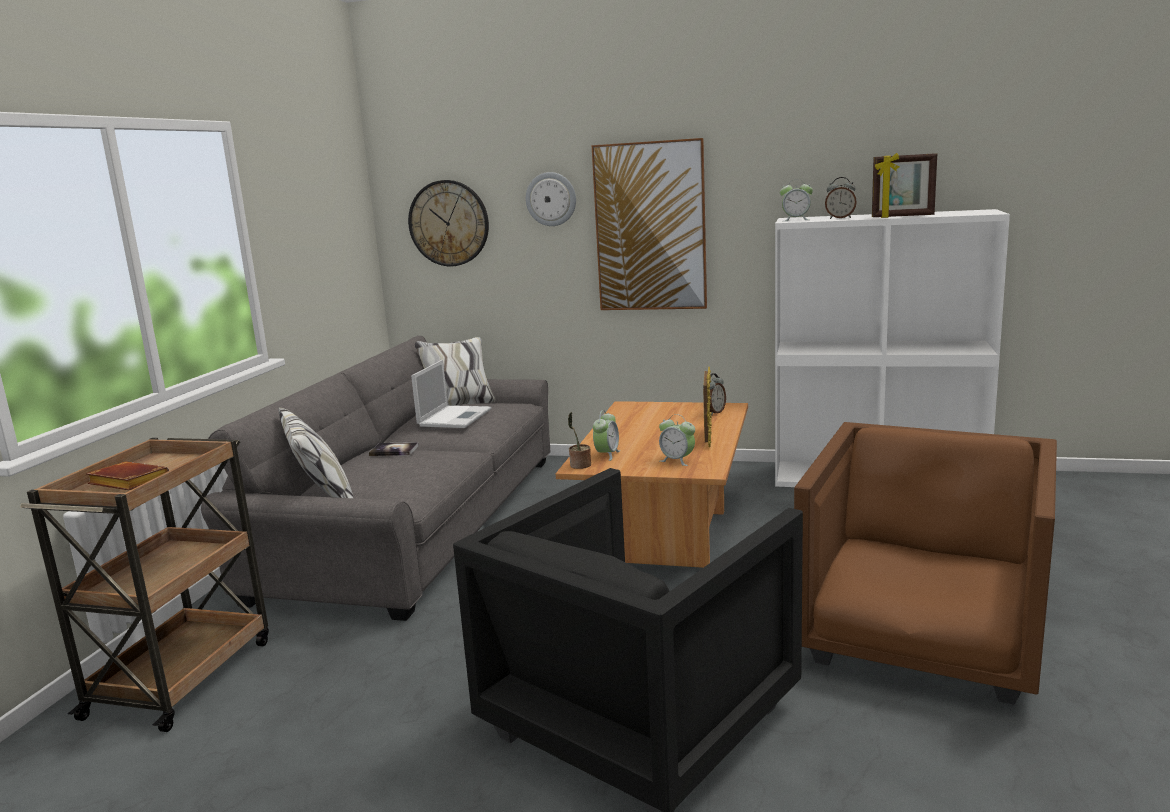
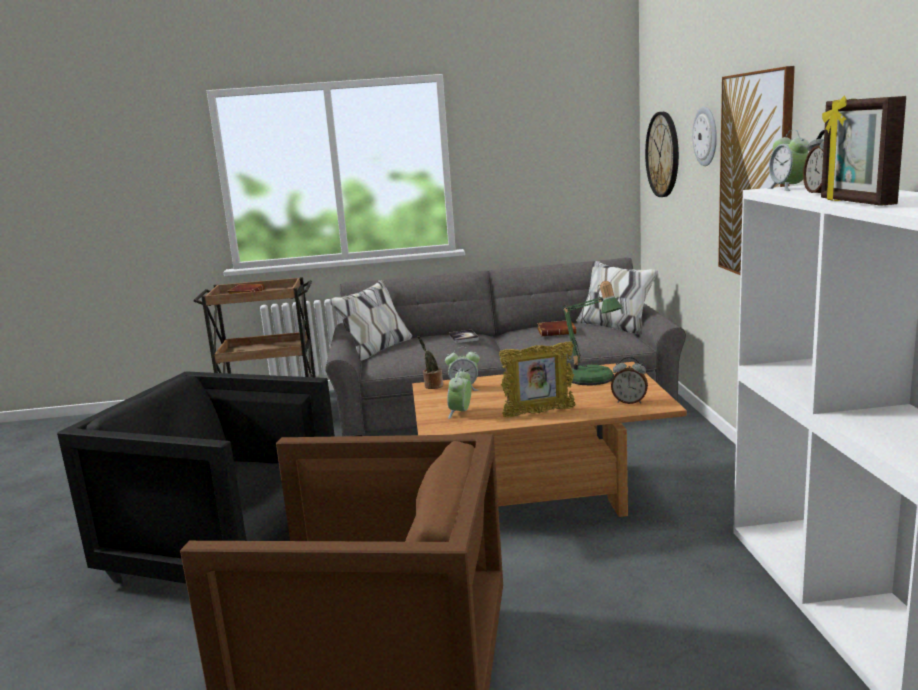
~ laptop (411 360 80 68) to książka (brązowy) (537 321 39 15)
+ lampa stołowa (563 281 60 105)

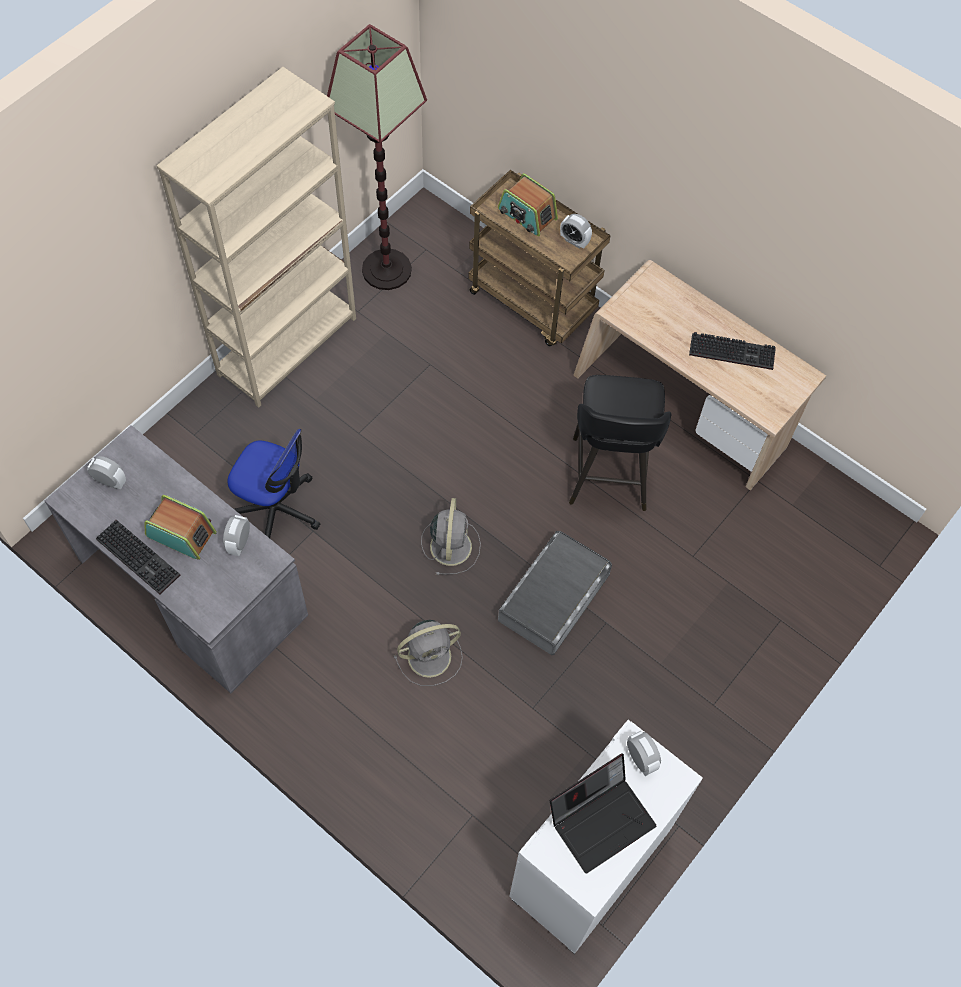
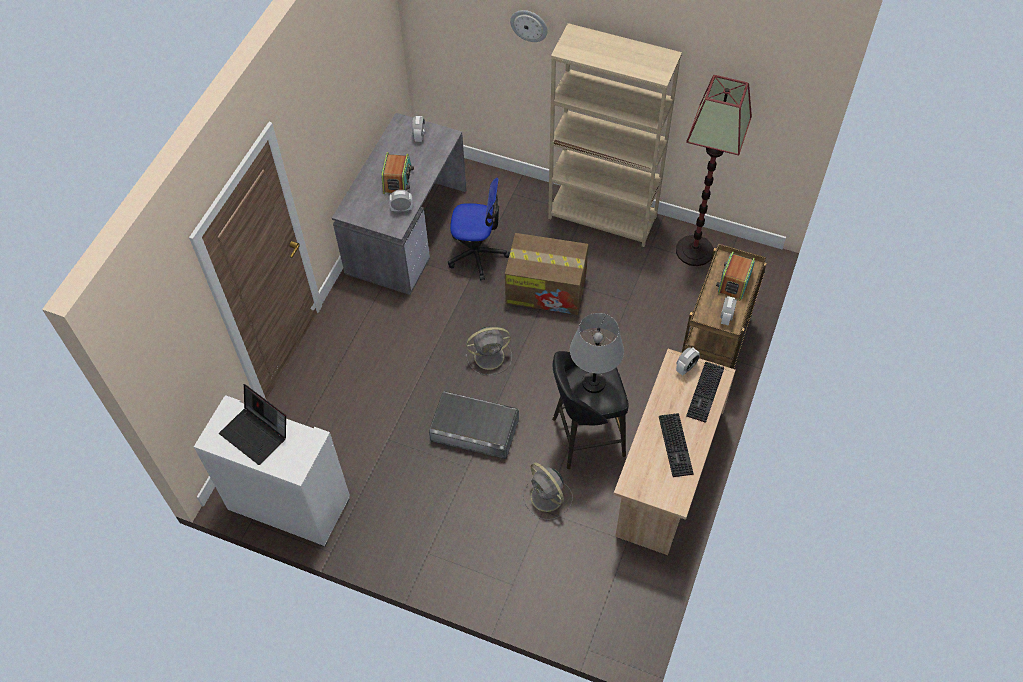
~ klawiatura (96 520 84 74) to (686 362 38 61)
~ krzesło biurowe (227 429 93 109) = (448 178 62 102) 90 degrees counterclockwise
~ wentylator (szary) (394 620 69 66) to (523 463 50 57)
~ budzik (627 731 34 45) to (676 347 24 29)
+ karton (505 233 83 82)
+ zegar ścienny (510 10 38 32)
+ lampa stołowa (szary) (570 313 54 80)

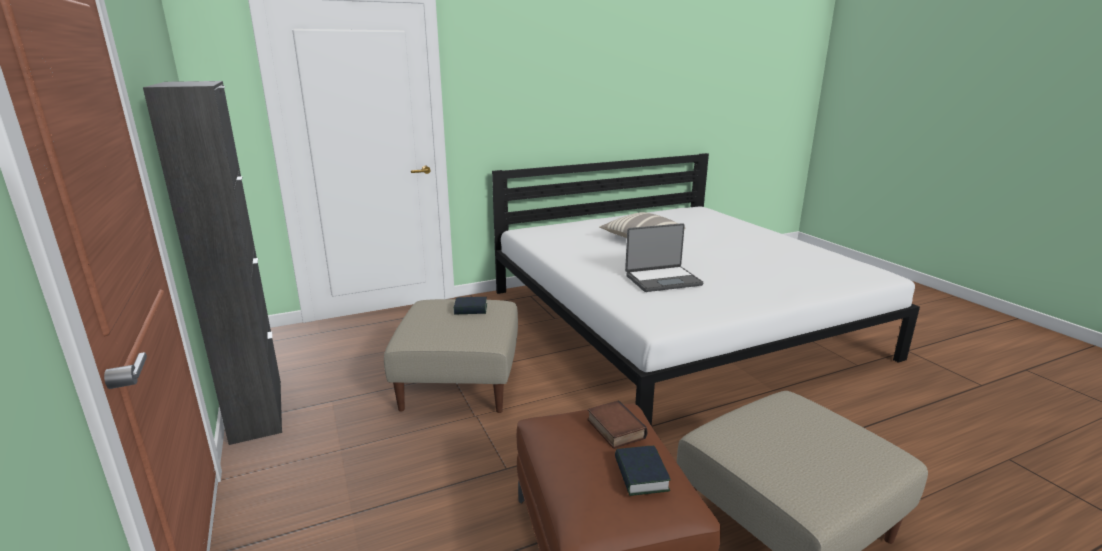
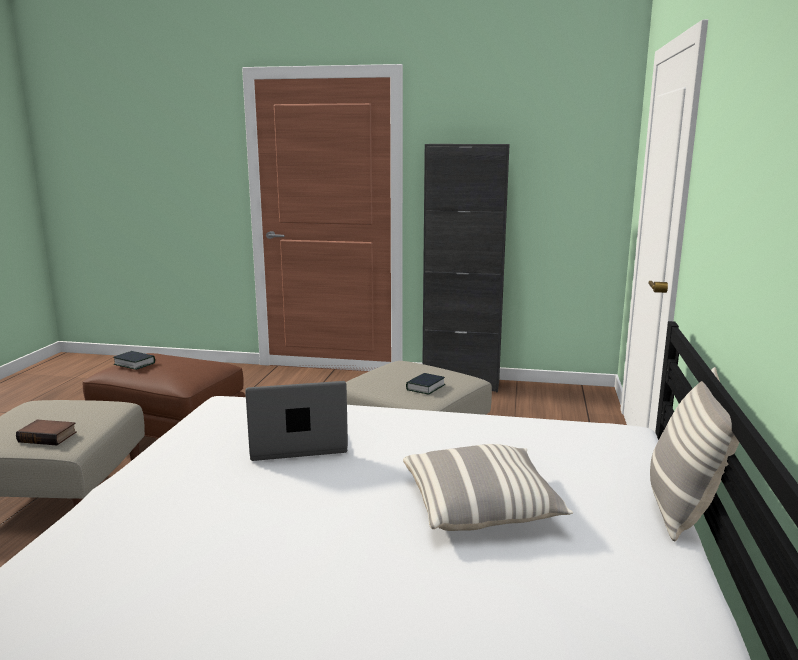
~ książka (587 400 61 49) to (16 420 61 25)
~ laptop (625 223 78 69) = (245 381 103 80) 60 degrees clockwise
+ poduszka (650 367 90 174)

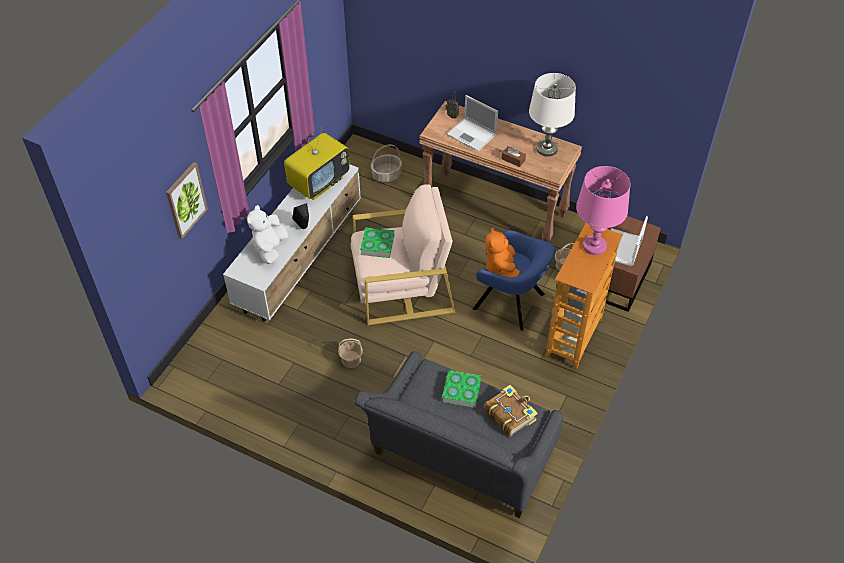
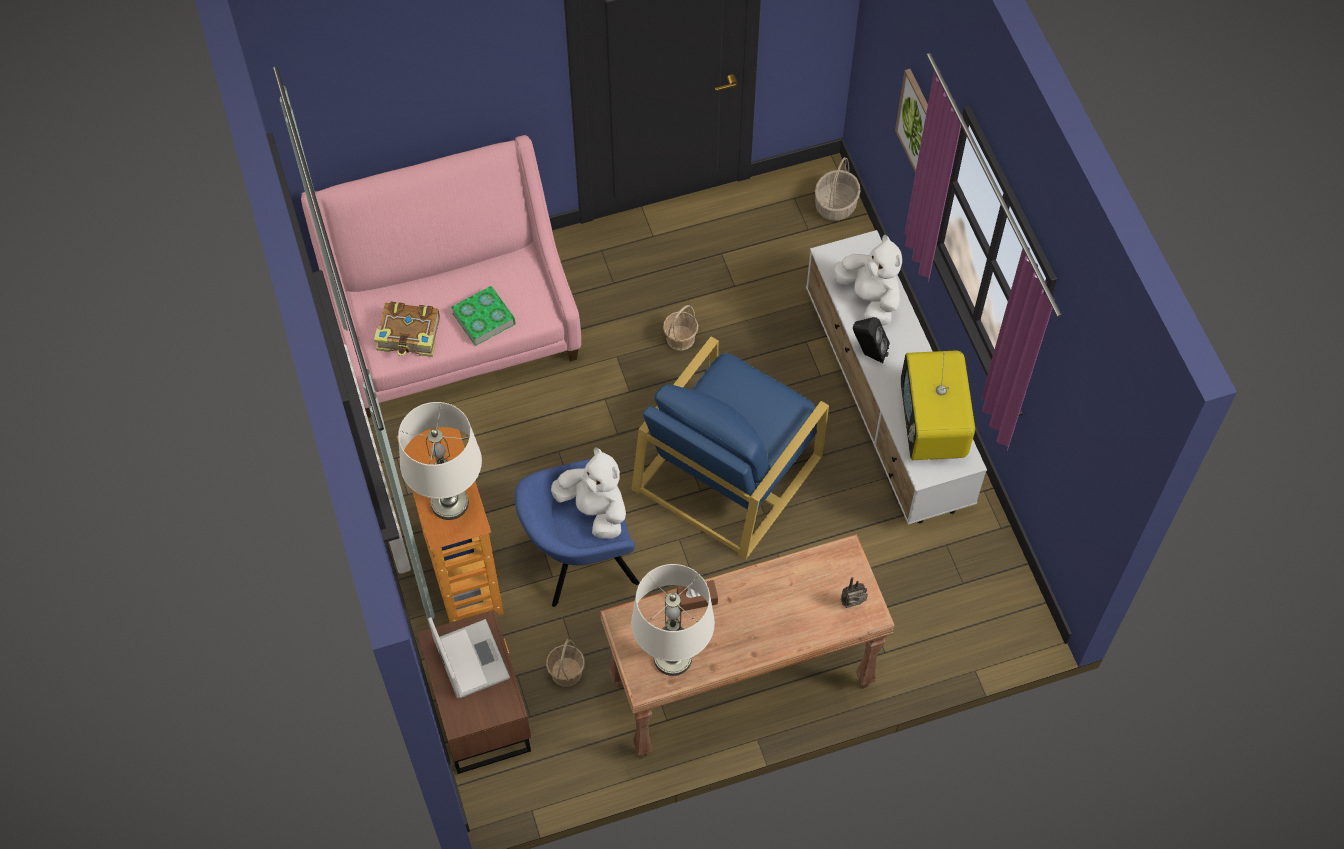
~ fotel (beżowy) (351 184 105 141) to fotel (niebieski) (631 336 198 224)
~ kanapa (szary) (355 351 208 167) to kanapa (różowy) (301 135 280 283)
- książka (360 227 34 31)
~ koszyk (371 144 31 39) to (815 157 46 64)
- laptop (447 95 51 56)
~ pluszak (pomarańczowy) (485 227 35 50) to pluszak (biały) (551 447 75 92)
~ lampa stołowa (różowy) (576 166 55 89) to lampa stołowa (biały) (398 402 84 118)

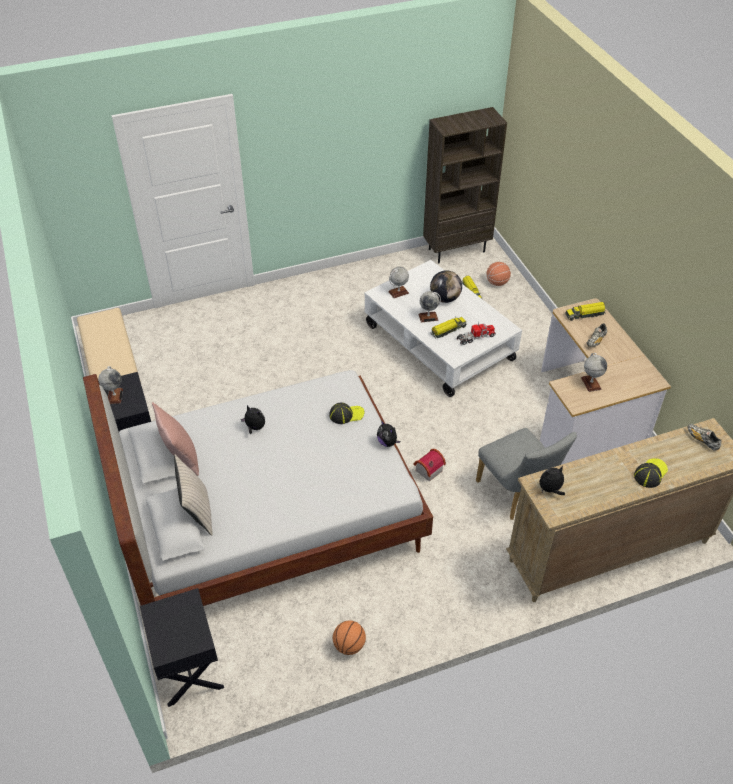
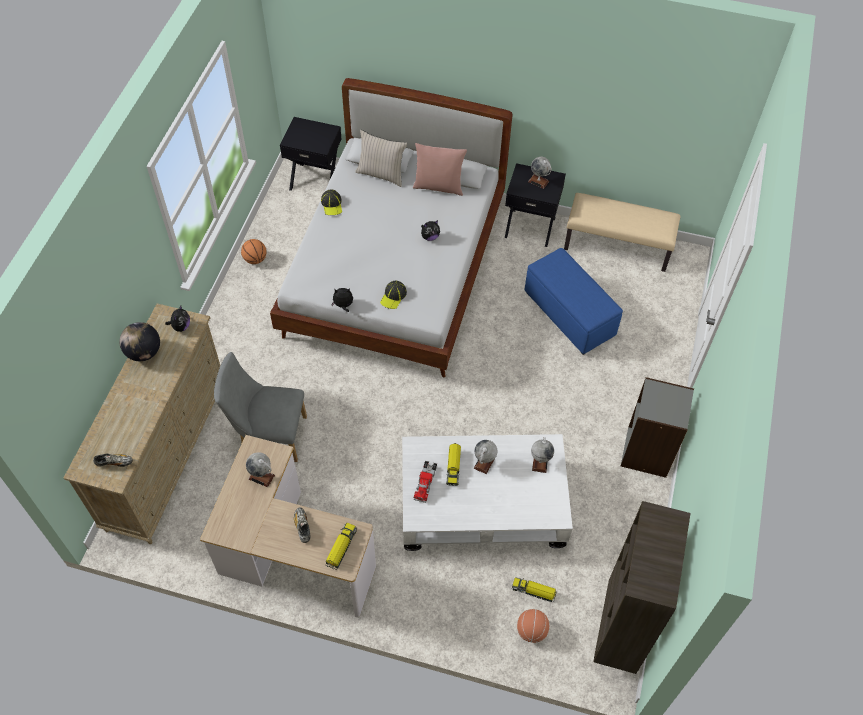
- domek (413 449 33 32)
~ globus (430 270 32 33) to (119 322 41 39)
~ czapka z daszkiem (634 458 34 30) to (321 189 21 26)
+ pufa (niebieski) (525 248 98 107)
+ regał (szary) (621 377 73 101)

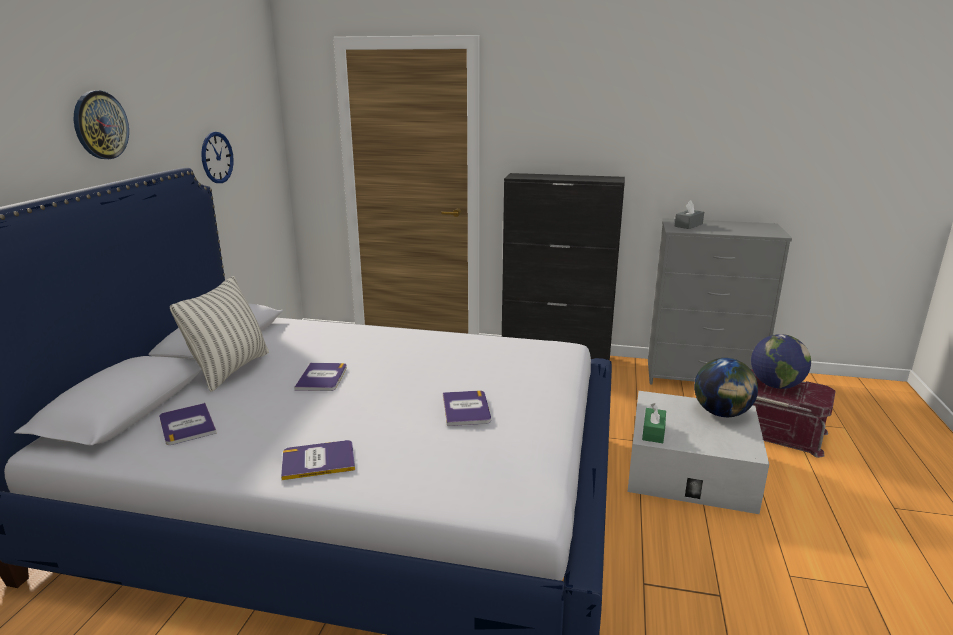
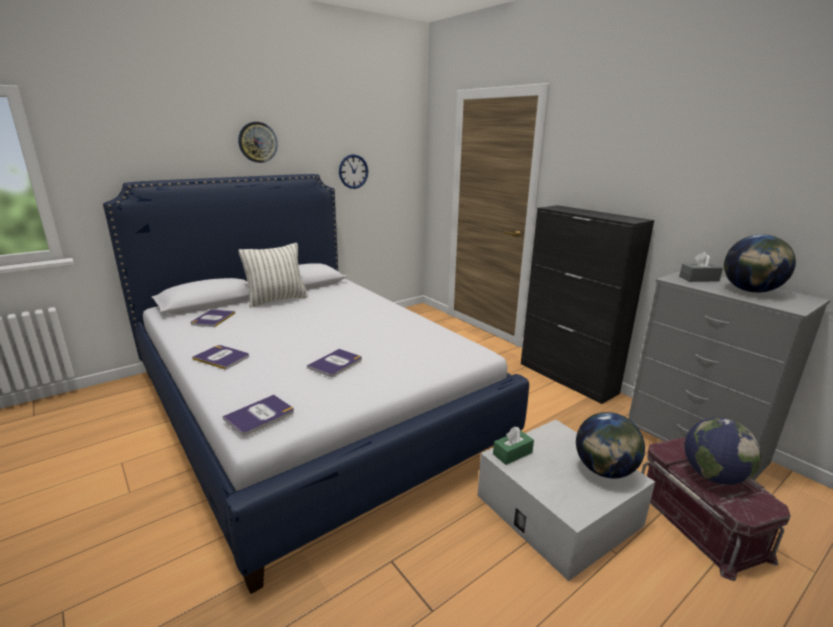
~ książka (294 363 53 28) to (222 395 72 41)
+ globus (724 234 72 59)

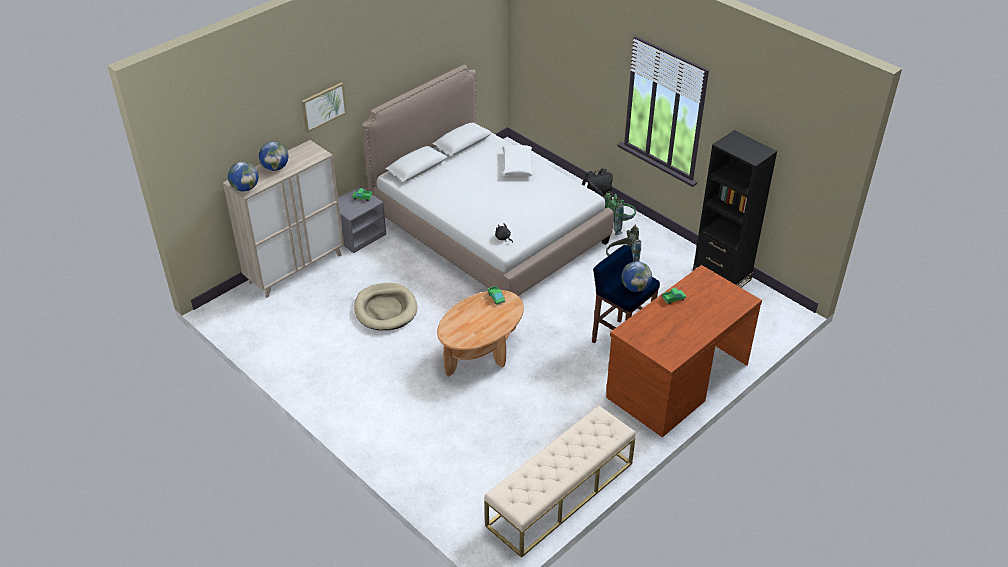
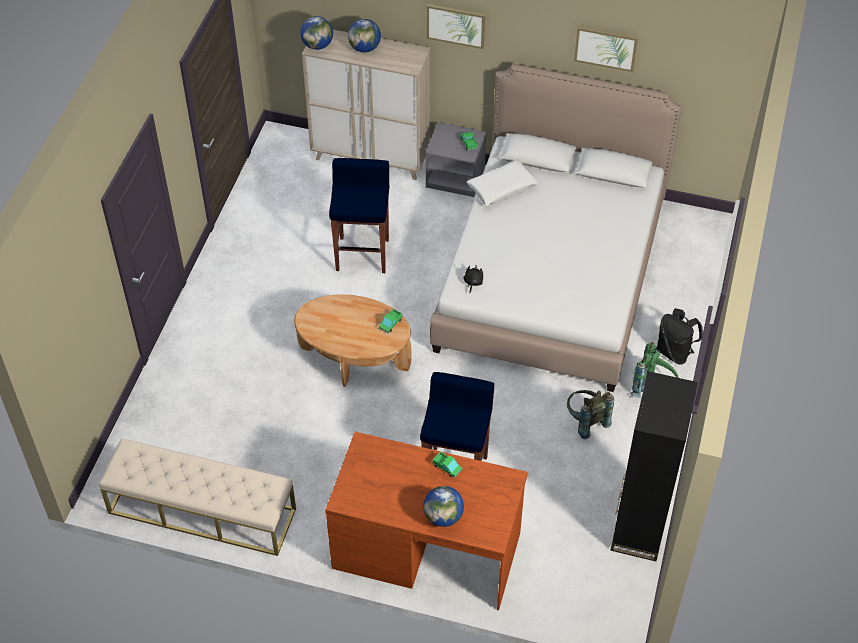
~ legowisko (beżowy) (354 283 64 47) to stołek (niebieski) (329 158 60 115)
~ poduszka (biały) (502 145 31 32) to (467 159 71 48)
~ globus (621 261 31 31) to (423 486 41 41)
+ obraz (574 26 64 46)

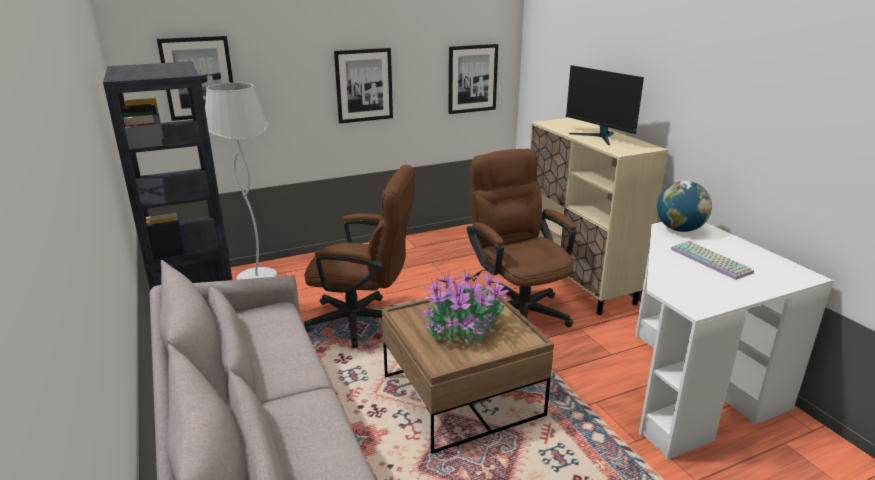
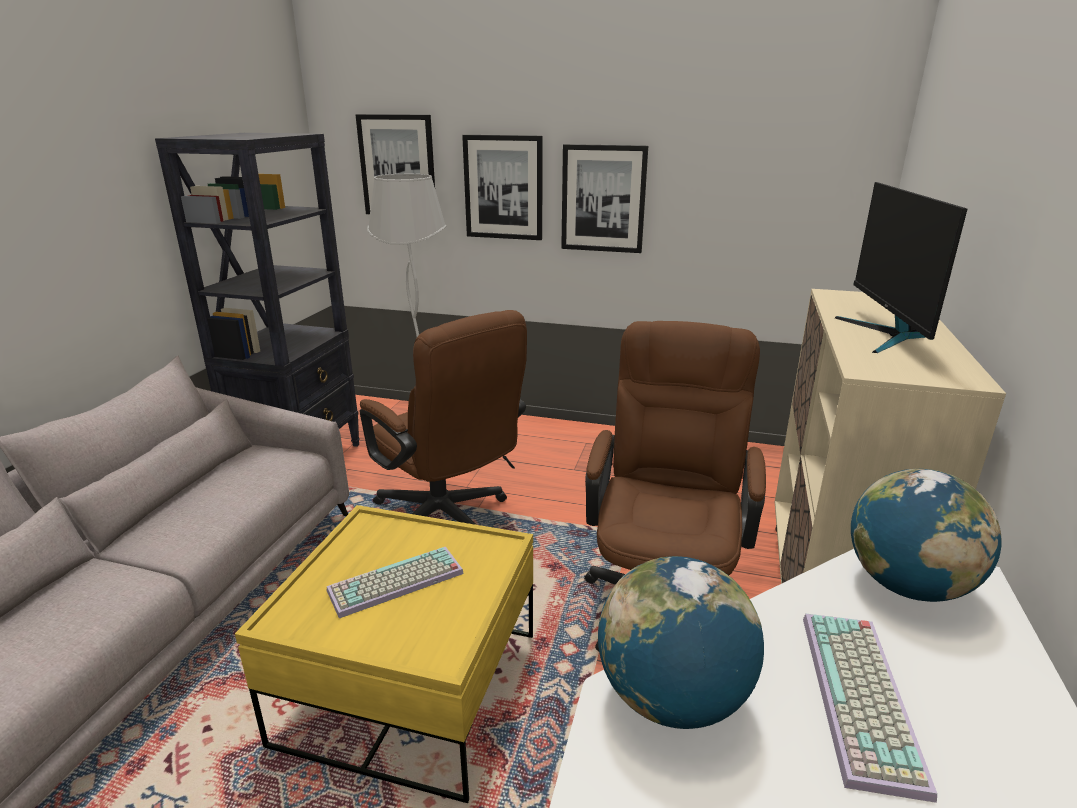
~ ława (brązowy) (382 285 172 169) to ława (żółty) (235 505 298 298)
~ roślina doniczkowa (421 270 88 75) to klawiatura (327 547 137 71)
~ obraz (448 44 50 70) to (462 135 81 105)
+ globus (598 556 166 173)

